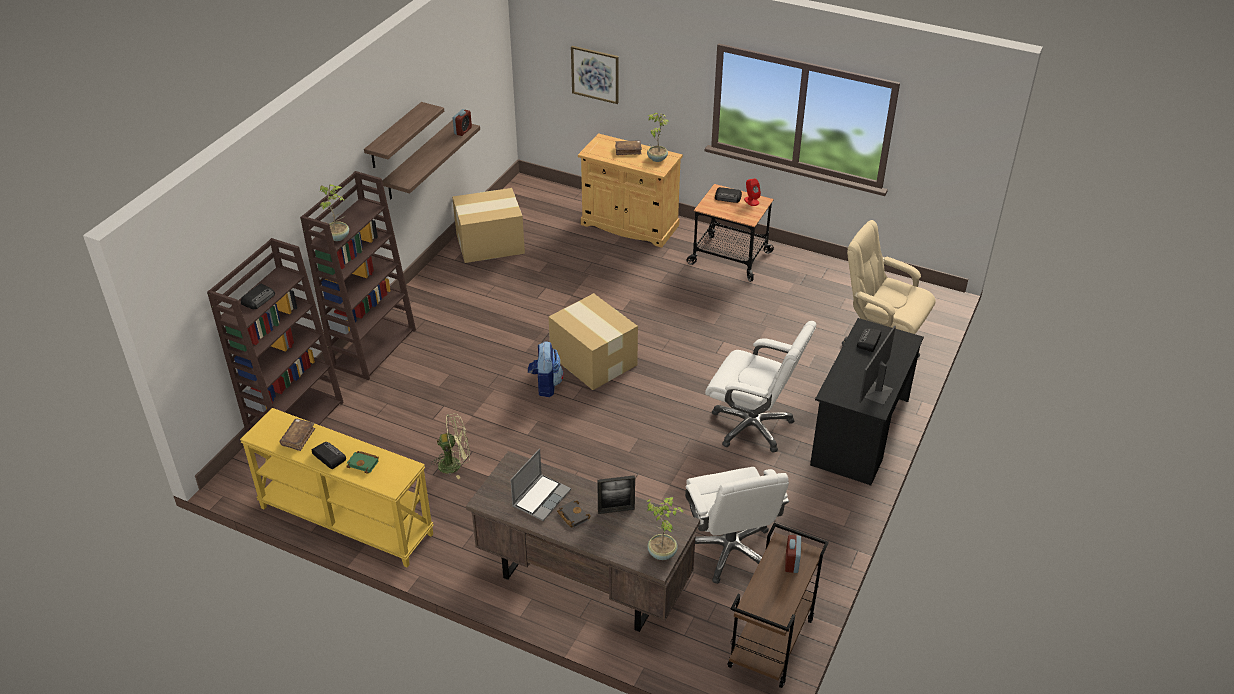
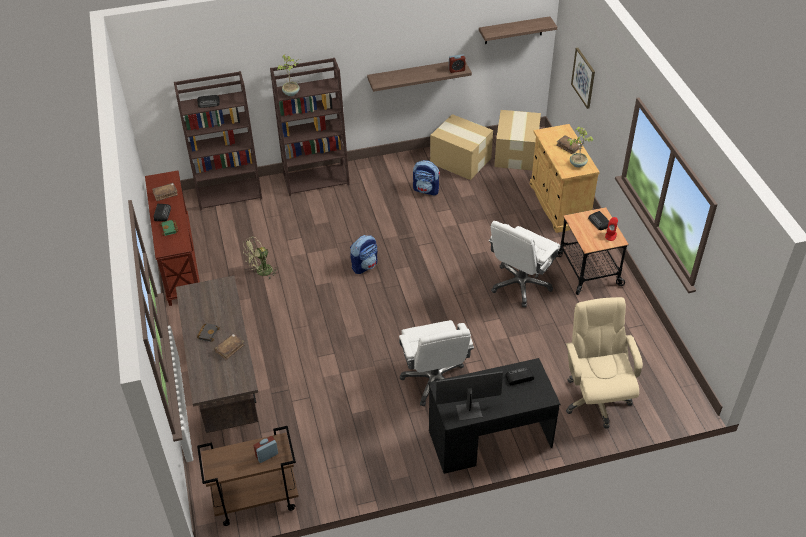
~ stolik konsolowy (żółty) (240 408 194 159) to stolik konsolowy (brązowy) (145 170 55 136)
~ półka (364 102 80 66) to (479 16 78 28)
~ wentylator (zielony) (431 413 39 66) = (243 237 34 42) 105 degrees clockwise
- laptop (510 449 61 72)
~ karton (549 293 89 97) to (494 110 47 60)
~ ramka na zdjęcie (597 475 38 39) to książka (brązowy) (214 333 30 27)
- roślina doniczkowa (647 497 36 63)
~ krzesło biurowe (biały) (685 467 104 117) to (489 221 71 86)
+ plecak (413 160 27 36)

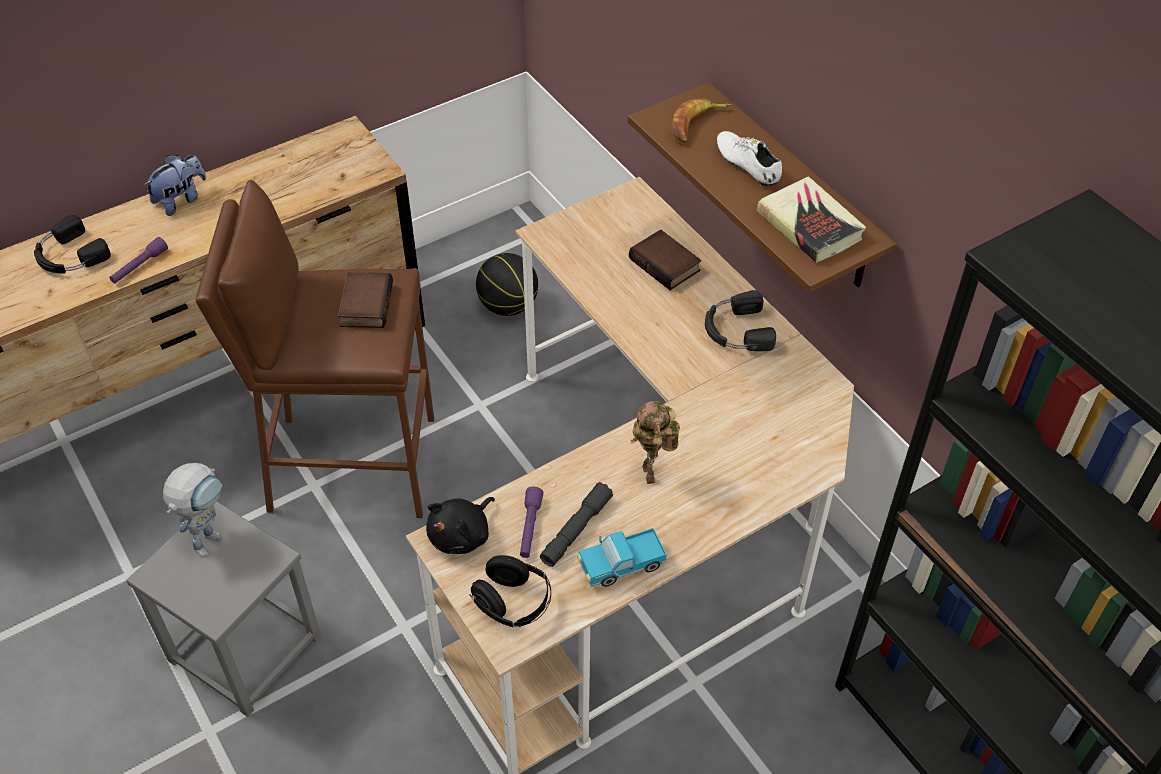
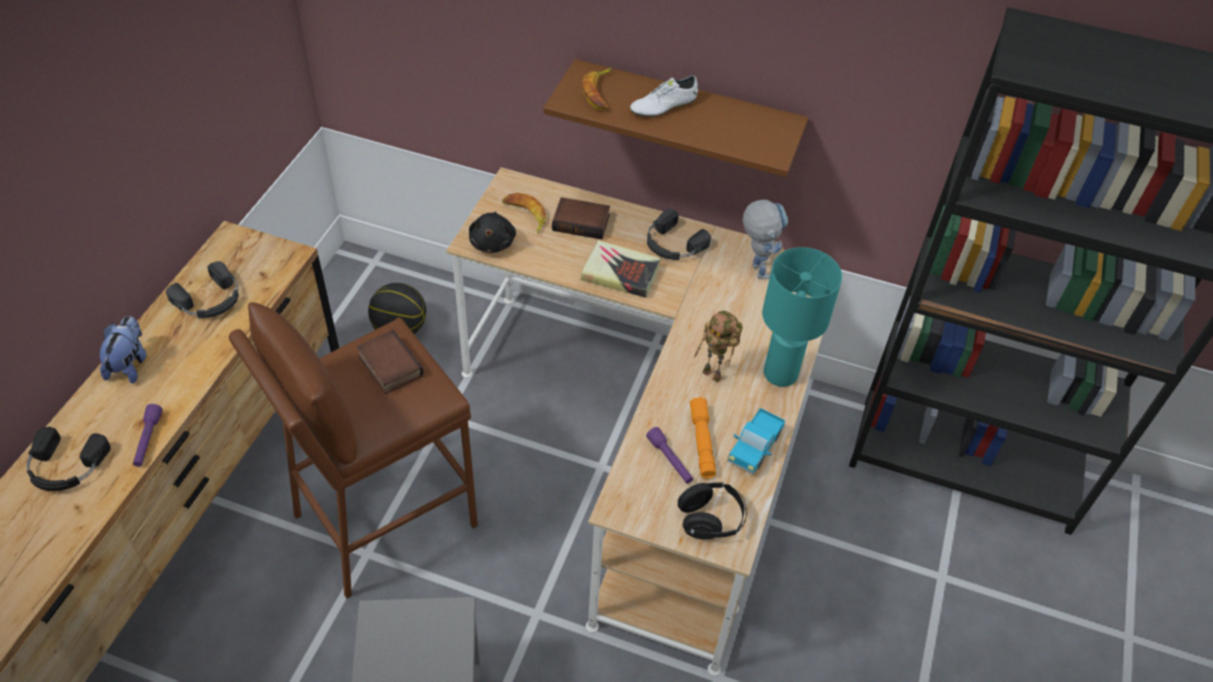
~ robot zabawkowy (163 463 60 94) to (742 200 46 79)
~ pluszak (czarny) (426 497 69 57) to (469 212 47 41)
~ latarka (szary) (540 482 73 85) to latarka (pomarańczowy) (690 397 26 82)
~ but (biały) (717 131 65 55) = (630 75 68 43) 45 degrees counterclockwise
~ książka (757 176 109 87) to (580 240 81 58)
+ słuchawki (czarny) (166 261 73 57)
+ banan (502 193 44 41)
+ lampa stołowa (turkusowy) (762 247 80 140)

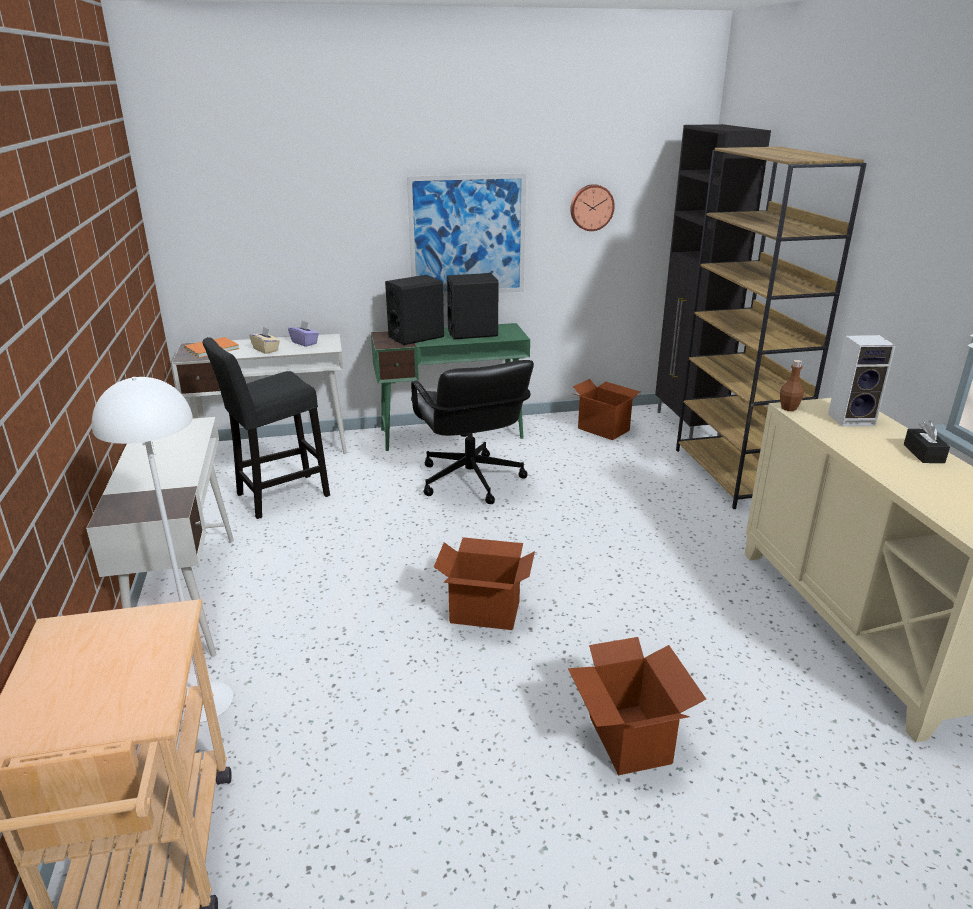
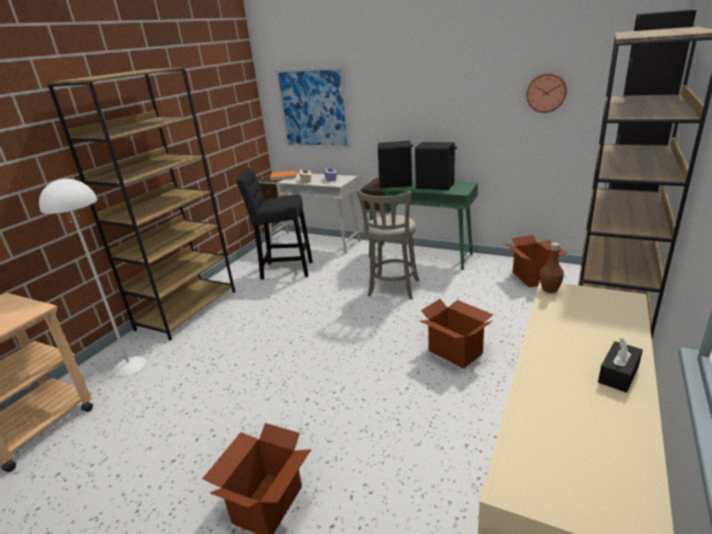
~ biurko (biały) (86 417 148 240) to regał (brązowy) (48 67 187 274)
~ obraz (407 173 119 123) to (275 66 76 83)
~ krzesło biurowe (czarny) (411 360 123 144) to stołek (szary) (357 190 62 109)
~ karton (434 537 101 93) to (420 299 73 70)
- głośnik (828 335 68 92)

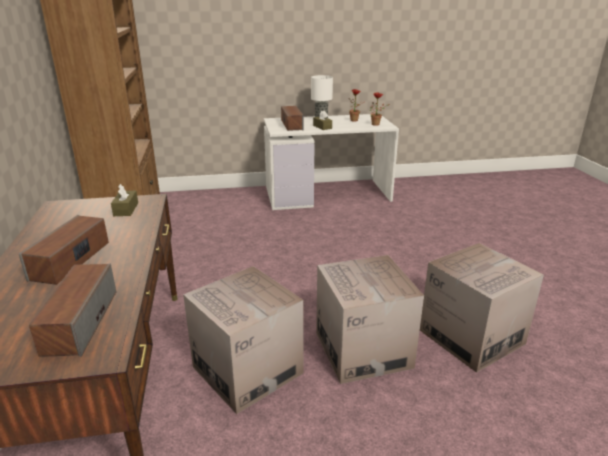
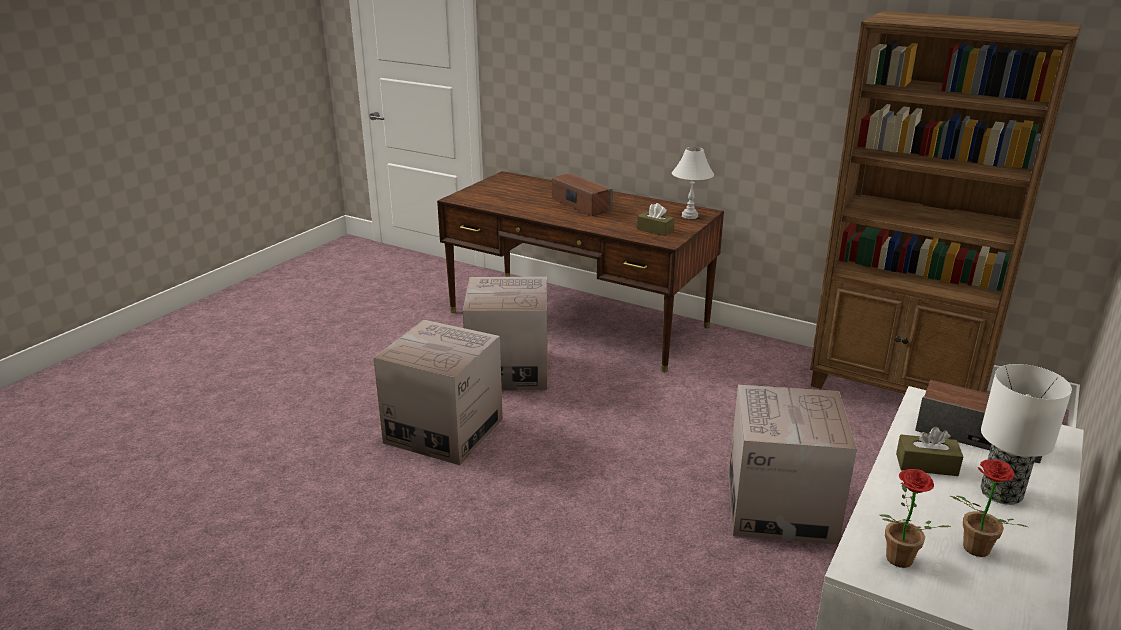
- głośnik (29 263 87 94)
~ karton (420 243 124 130) to (729 385 128 160)
+ lampa stołowa (biały) (672 147 42 72)

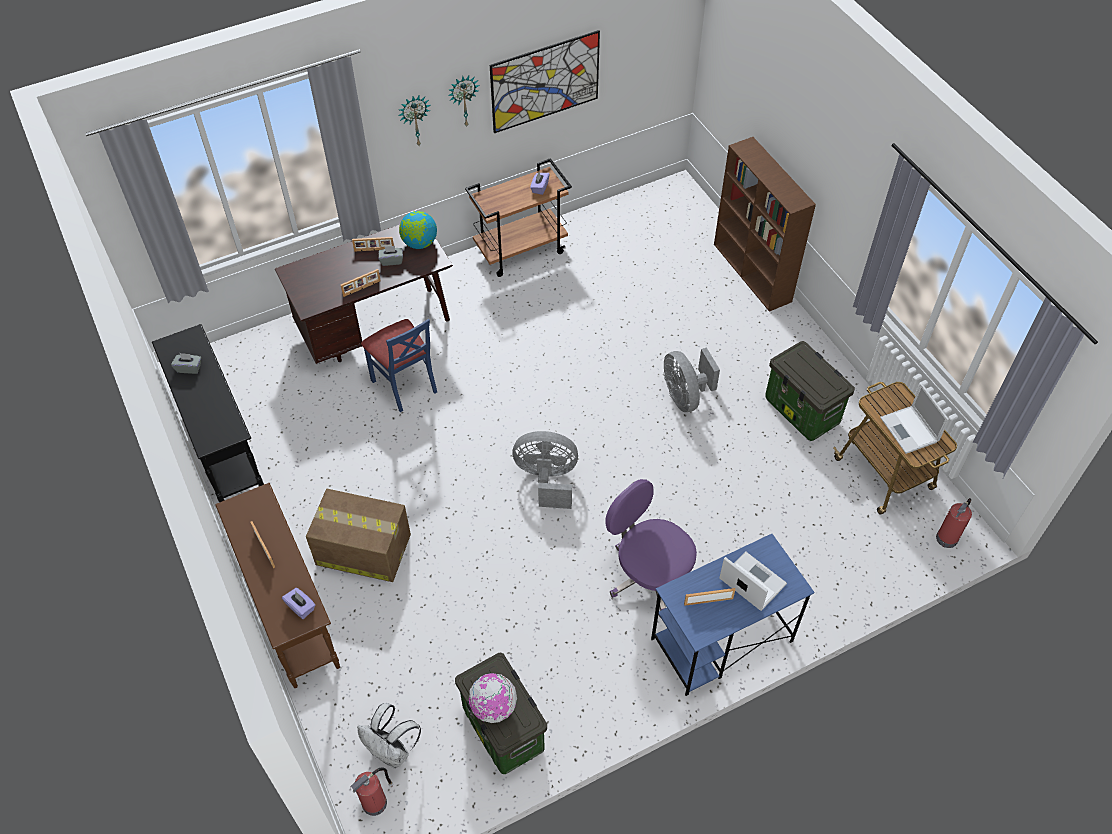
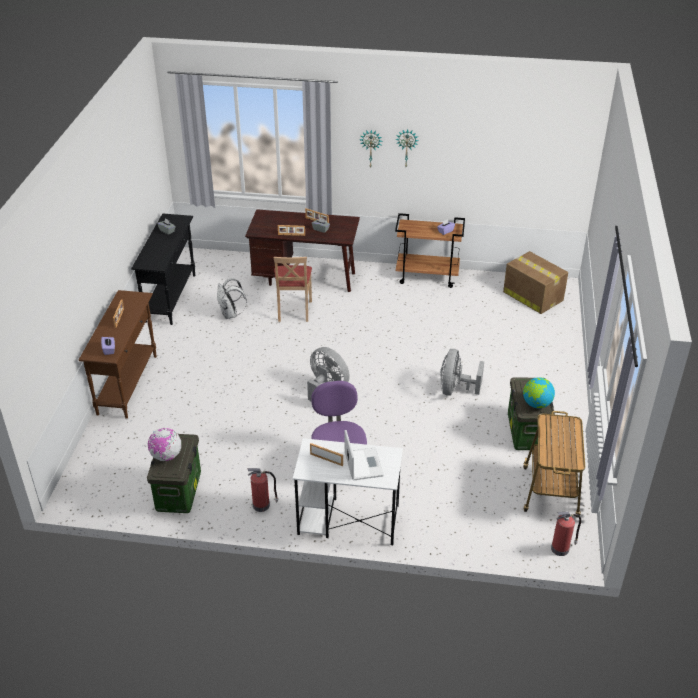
~ karton (306 489 105 93) to (503 251 65 63)
~ gaśnica (350 767 43 49) to (248 468 30 44)
~ plecak (biały) (357 703 64 65) to (217 278 30 41)
~ krzesło (niebieski) (361 319 76 93) to krzesło (beżowy) (274 257 38 65)
~ globus (399 211 38 38) to (523 377 32 31)
- obraz (490 30 110 103)
~ biurko (niebieski) (651 534 164 162) to biurko (biały) (293 438 110 107)
- regał (brązowy) (714 137 102 175)
- laptop (880 384 69 70)

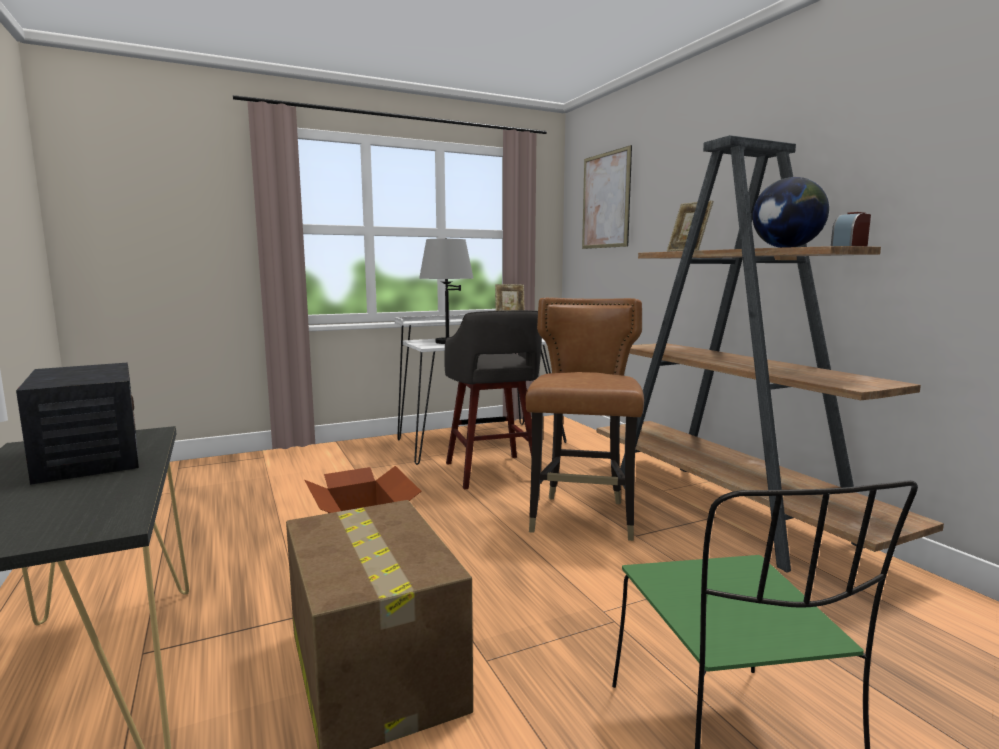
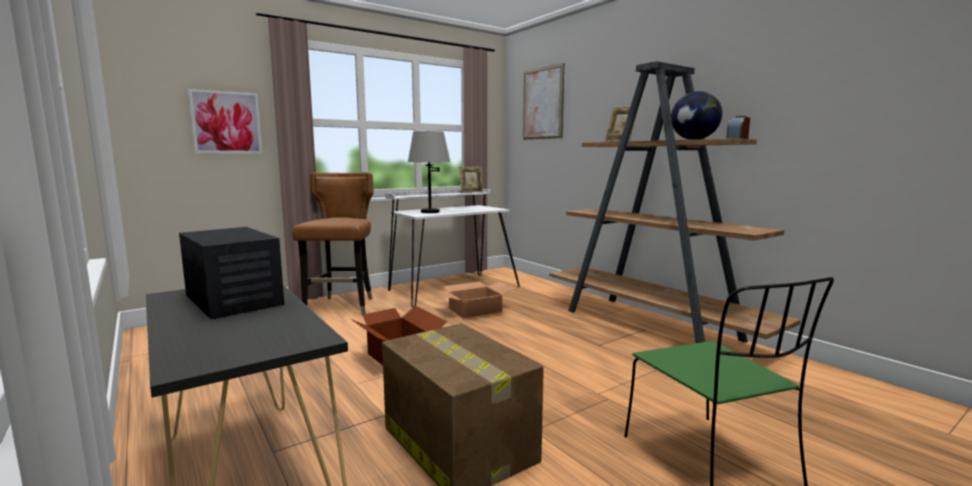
~ stołek (szary) (444 310 98 179) to karton (437 281 77 37)
~ krzesło (brązowy) (526 298 118 243) to (292 172 82 143)
+ obraz (188 89 74 65)

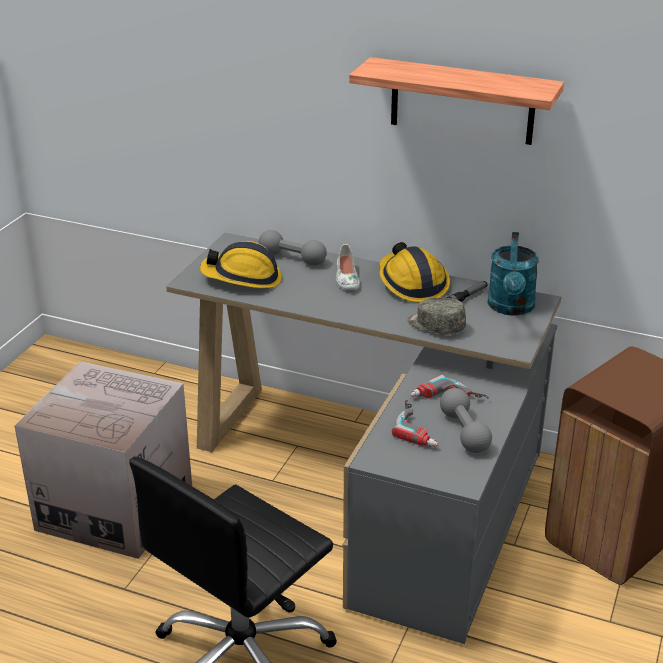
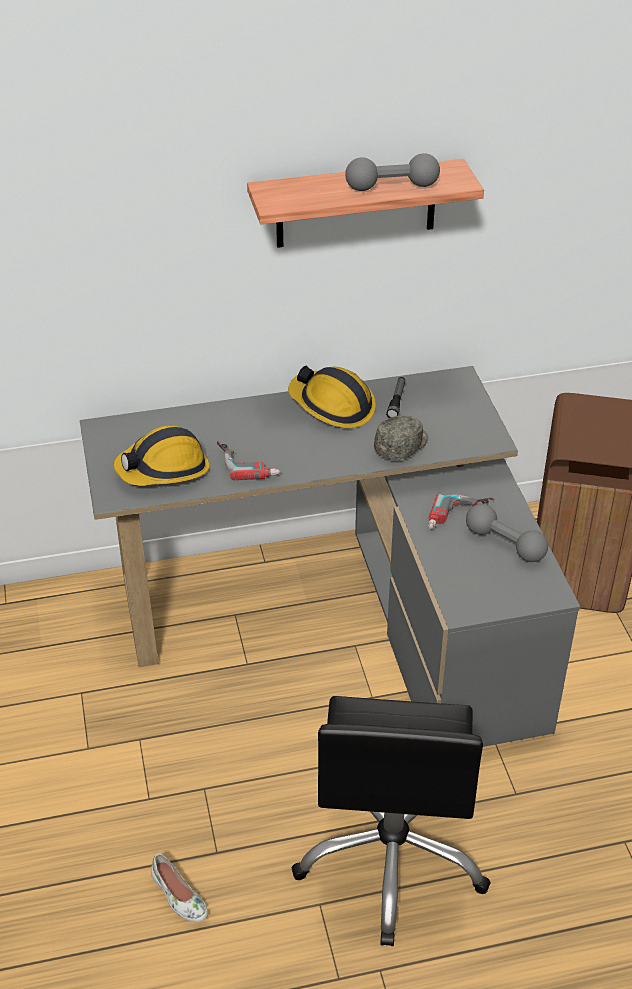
- karton (15 361 177 198)
~ hantel (szary) (258 230 69 36) to (345 153 95 38)
~ but (biały) (336 244 24 46) to (151 854 57 68)
~ wiertarka (392 400 47 47) to (217 441 63 40)
~ czapka z daszkiem (szary) (408 297 58 38) = (374 415 54 45) 135 degrees clockwise
- konewka (turkusowy) (488 232 51 84)

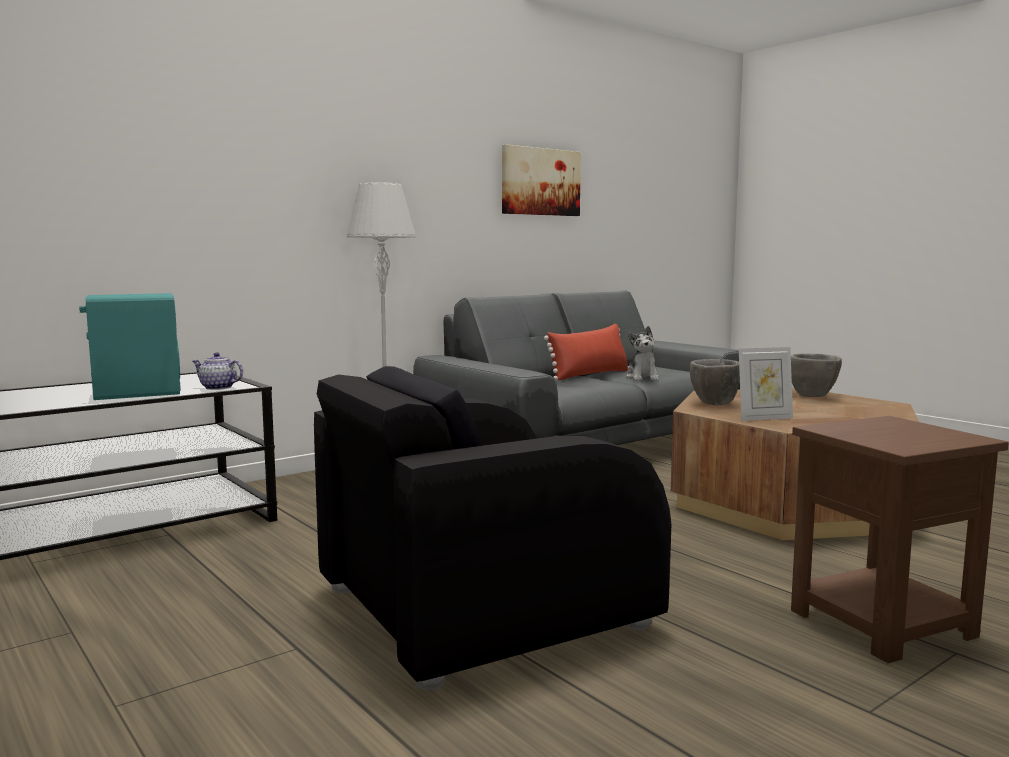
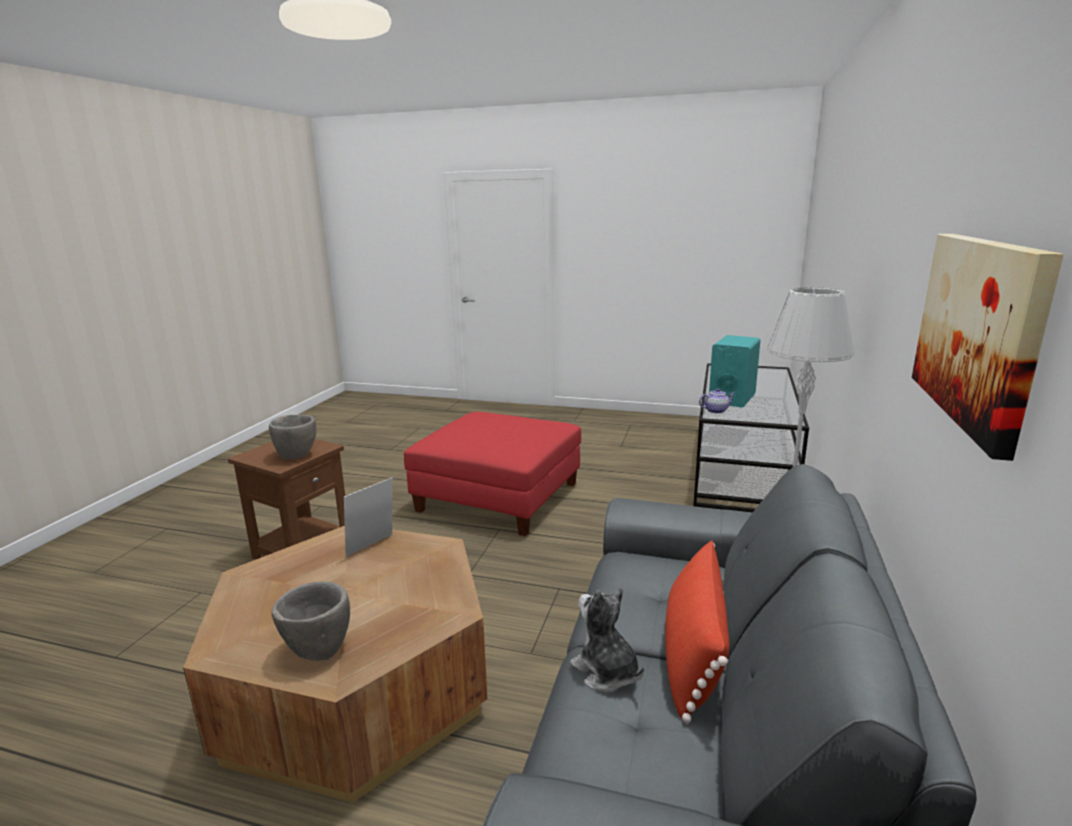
~ fotel (czarny) (314 366 357 325) to pufa (czerwony) (404 412 177 124)
~ miska (szary) (690 359 50 46) to (269 415 47 45)

